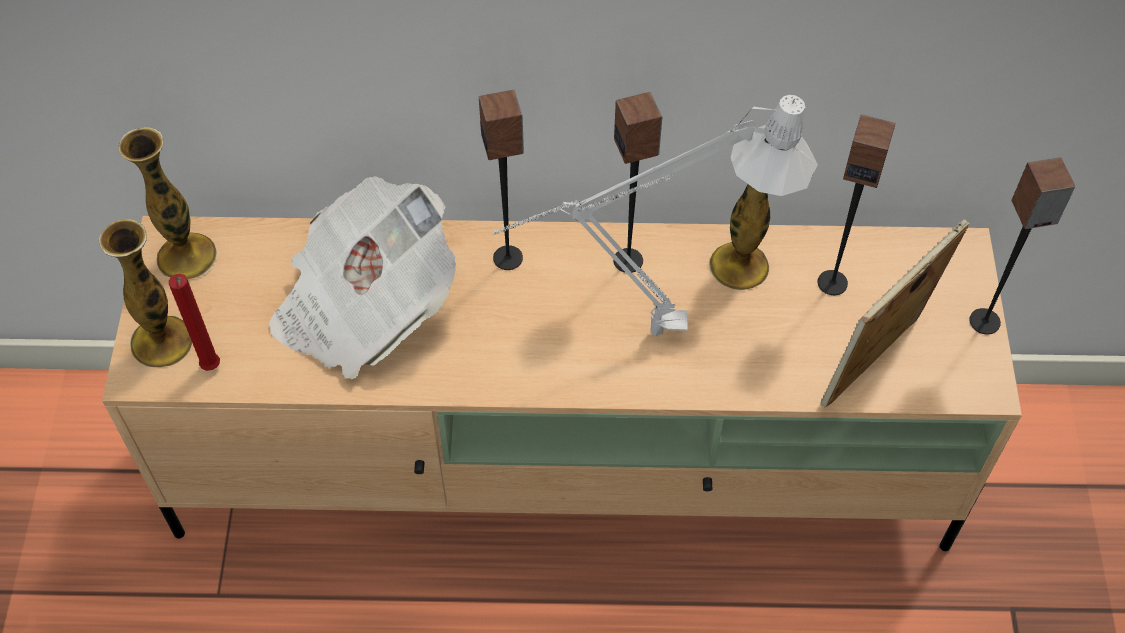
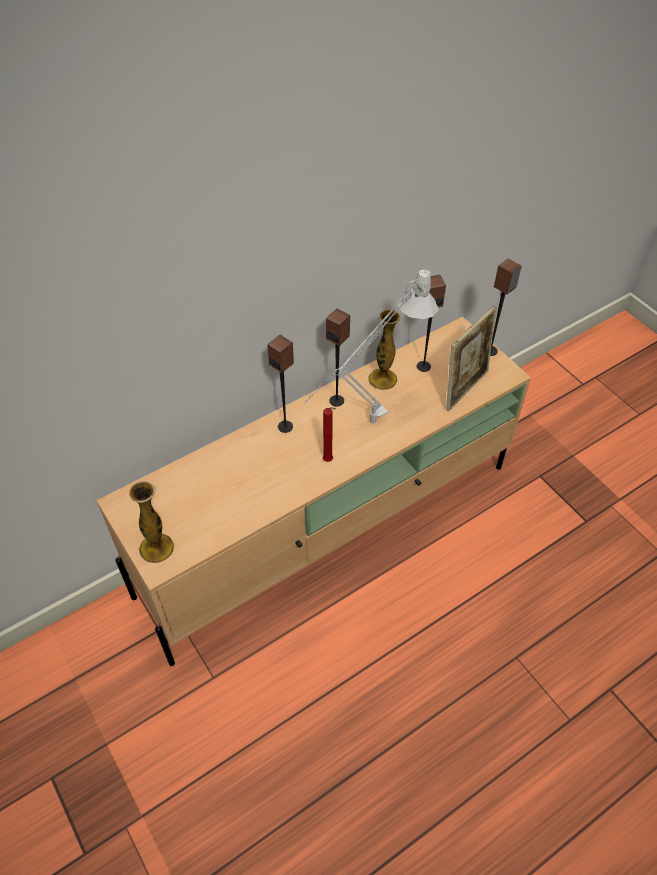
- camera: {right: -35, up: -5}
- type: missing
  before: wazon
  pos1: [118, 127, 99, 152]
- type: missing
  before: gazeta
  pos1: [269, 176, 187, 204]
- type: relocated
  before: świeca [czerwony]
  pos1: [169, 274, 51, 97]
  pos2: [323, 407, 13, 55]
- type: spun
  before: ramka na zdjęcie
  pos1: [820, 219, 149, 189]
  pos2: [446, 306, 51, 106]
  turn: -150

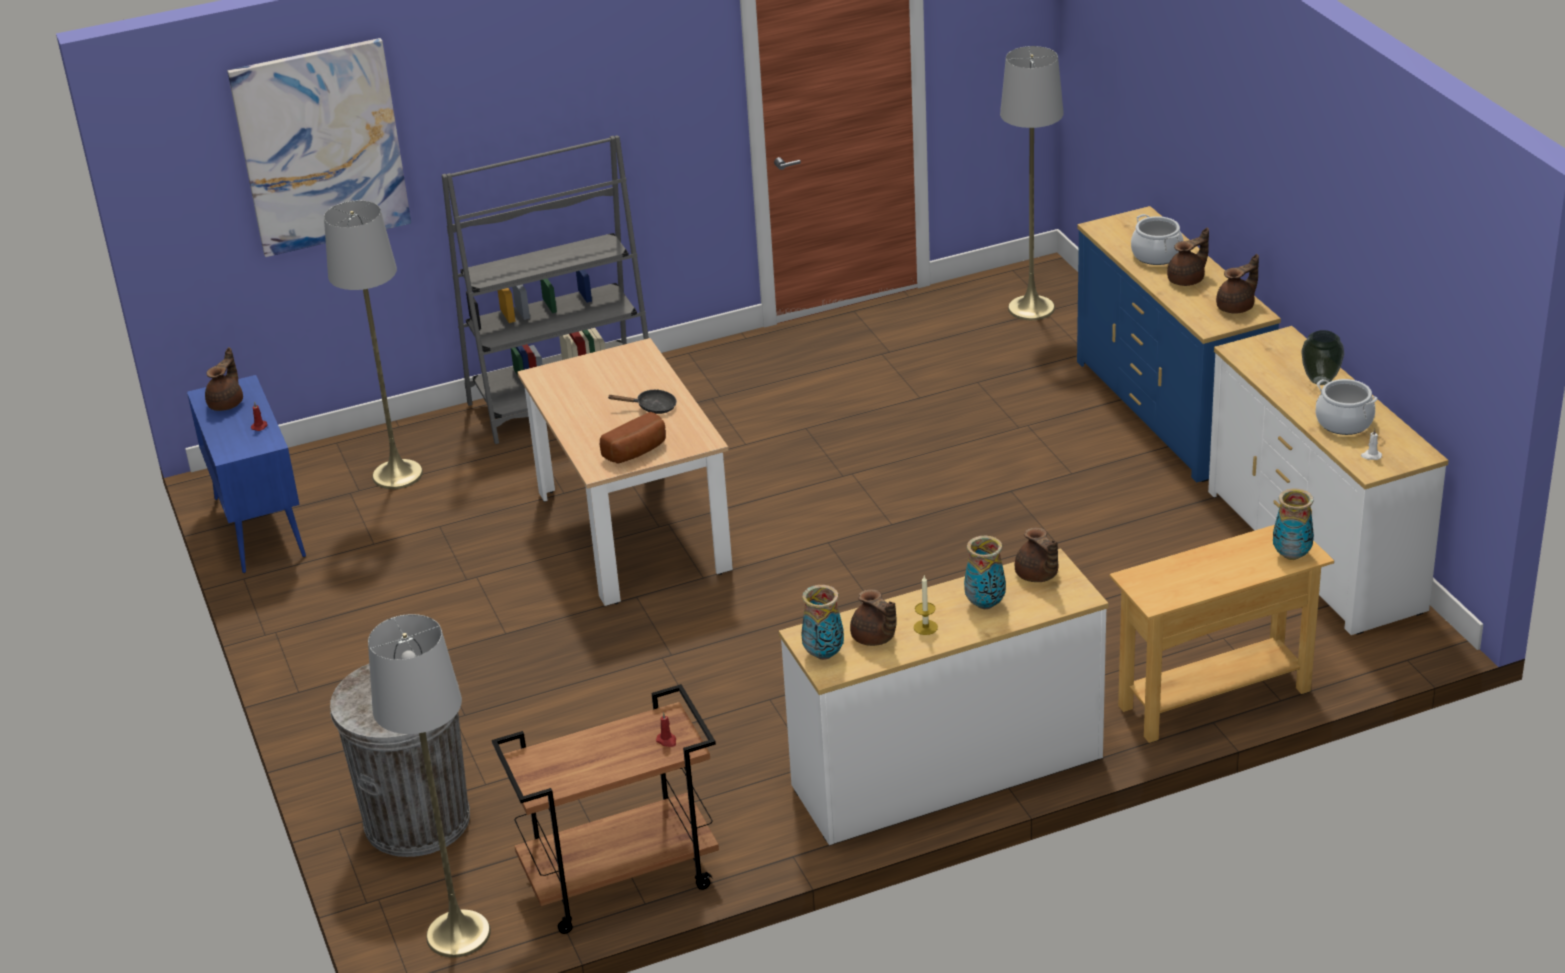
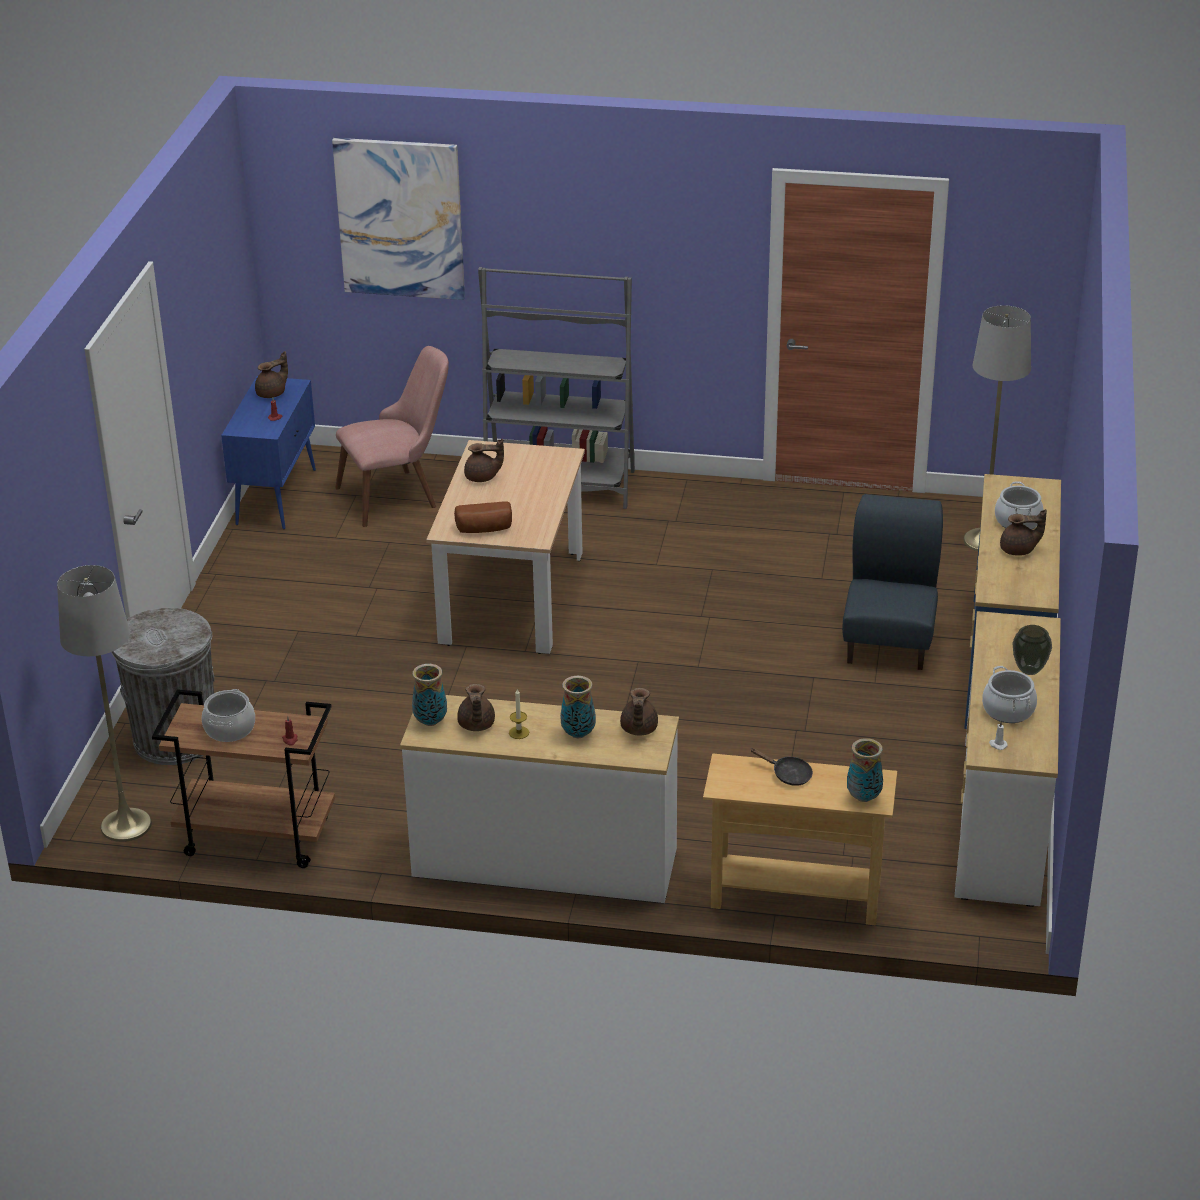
- camera: {right: 30, up: 0}
- type: appeared
  after: garnek
  pos2: [202, 689, 53, 53]
- type: appeared
  after: krzesło [niebieski]
  pos2: [842, 494, 101, 176]
- type: relocated
  before: patelnia [czarny]
  pos1: [607, 389, 70, 25]
  pos2: [750, 748, 63, 38]
- type: relocated
  before: imbryk [brązowy]
  pos1: [1216, 254, 43, 60]
  pos2: [464, 439, 40, 43]
- type: exchanged
  before: lampa stojąca [szary]
  after: krzesło [różowy]
  pos1: [324, 200, 99, 289]
  pos2: [335, 346, 114, 181]

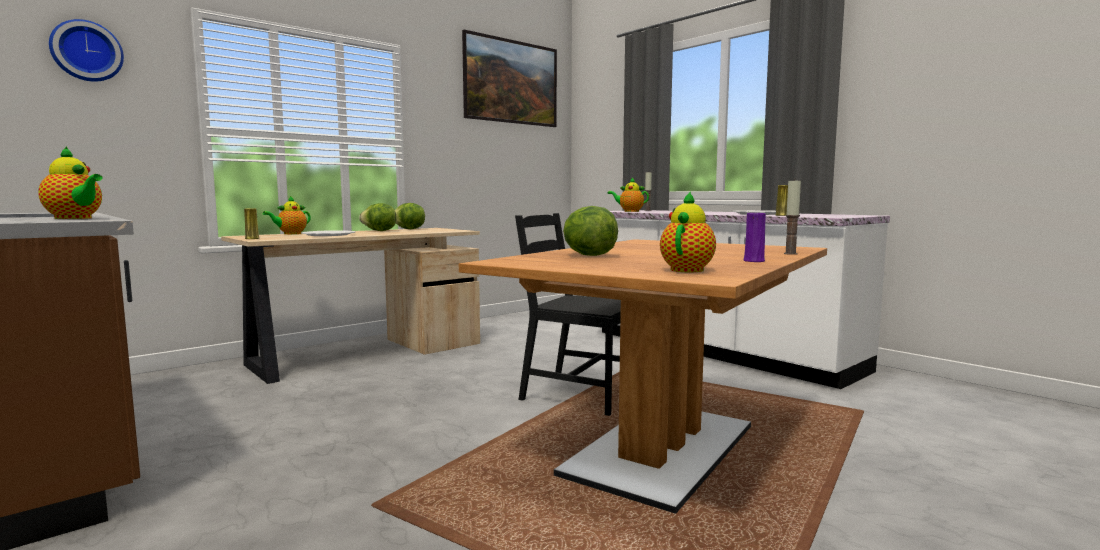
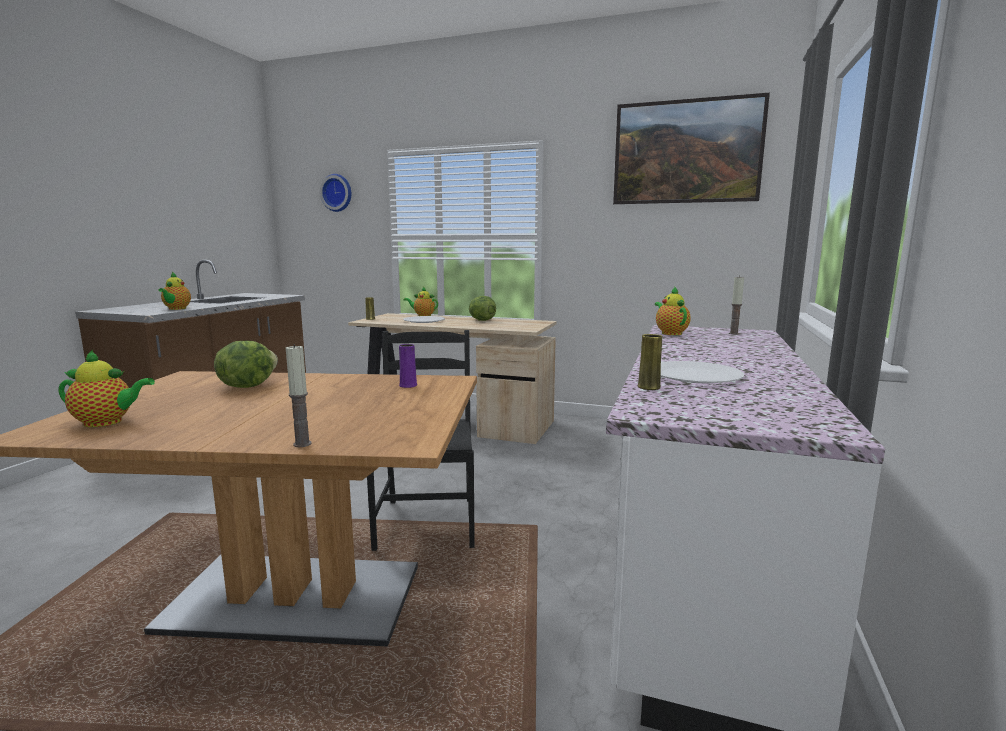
- camera: {right: 60, up: 5}
- type: missing
  before: sałata
  pos1: [395, 203, 30, 26]
- type: relocated
  before: wazon [fioletowy]
  pos1: [743, 213, 23, 49]
  pos2: [399, 344, 18, 44]

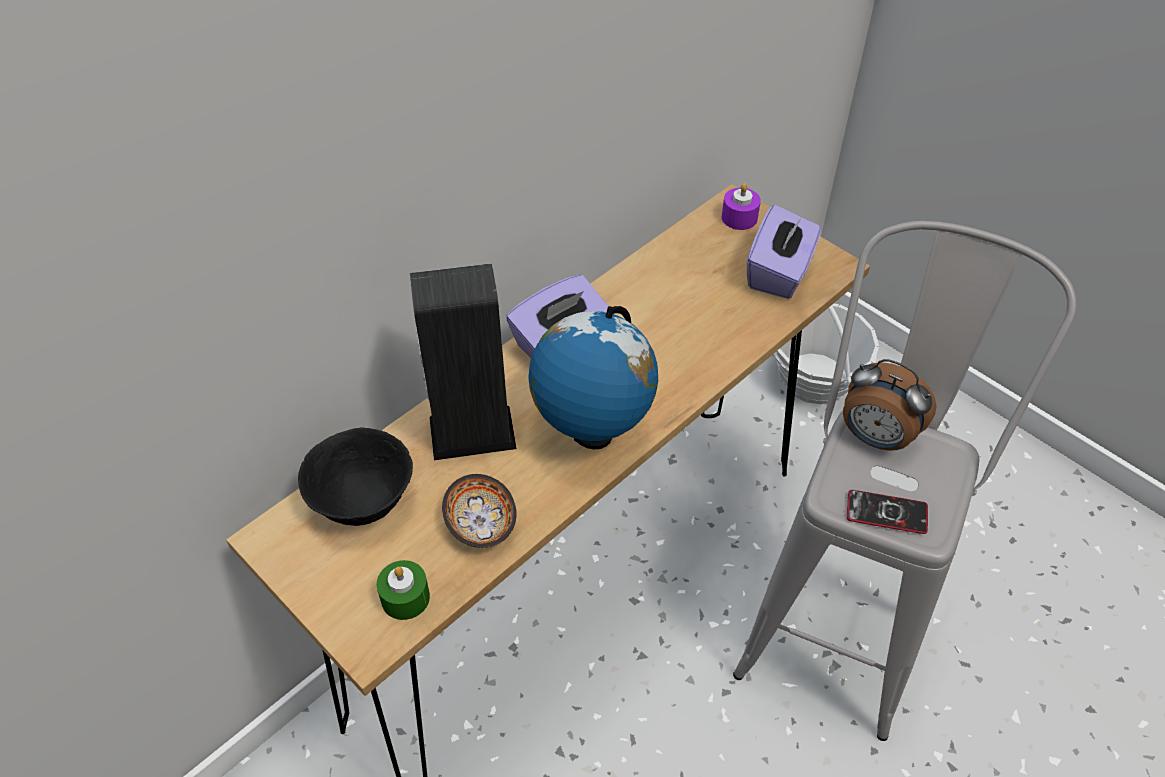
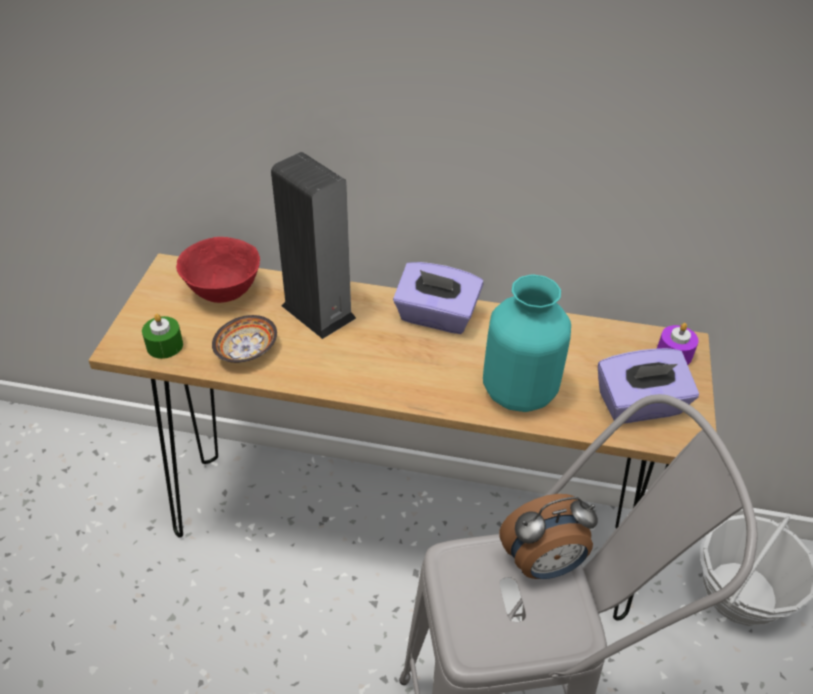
- camera: {right: 55, up: -5}
- type: missing
  before: globus
  pos1: [528, 306, 130, 143]
- type: missing
  before: telefon
  pos1: [847, 490, 81, 44]
- type: appeared
  after: wazon [turkusowy]
  pos2: [483, 275, 88, 137]
- type: colour
  before: miska [czarny]
  after: miska [czerwony]
  pos1: [298, 428, 115, 98]
  pos2: [176, 237, 84, 66]
- type: spun
  before: budzik
  pos1: [843, 359, 93, 91]
  pos2: [499, 494, 99, 85]
  turn: -105

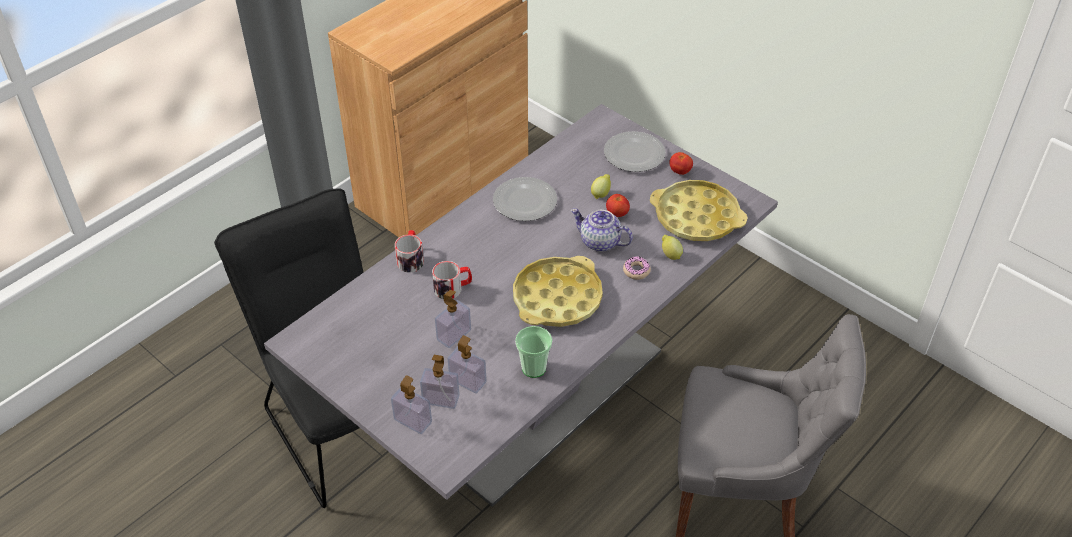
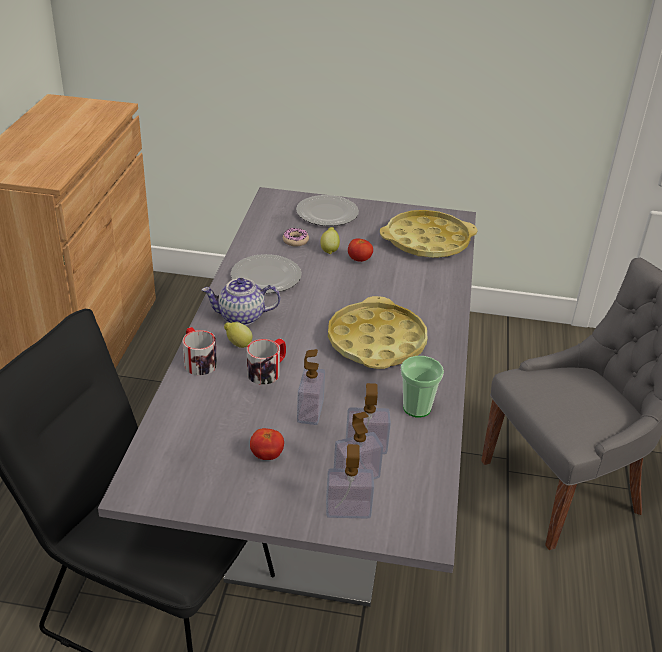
- camera: {right: -35, up: -10}
- type: relocated
  before: imbryk
  pos1: [571, 208, 62, 44]
  pos2: [202, 278, 78, 48]
- type: relocated
  before: donut
  pos1: [623, 256, 28, 24]
  pos2: [283, 228, 26, 18]
- type: relocated
  before: cytryna
  pos1: [662, 235, 21, 25]
  pos2: [224, 322, 28, 26]
- type: relocated
  before: pomidor
  pos1: [669, 152, 24, 23]
  pos2: [250, 428, 34, 32]

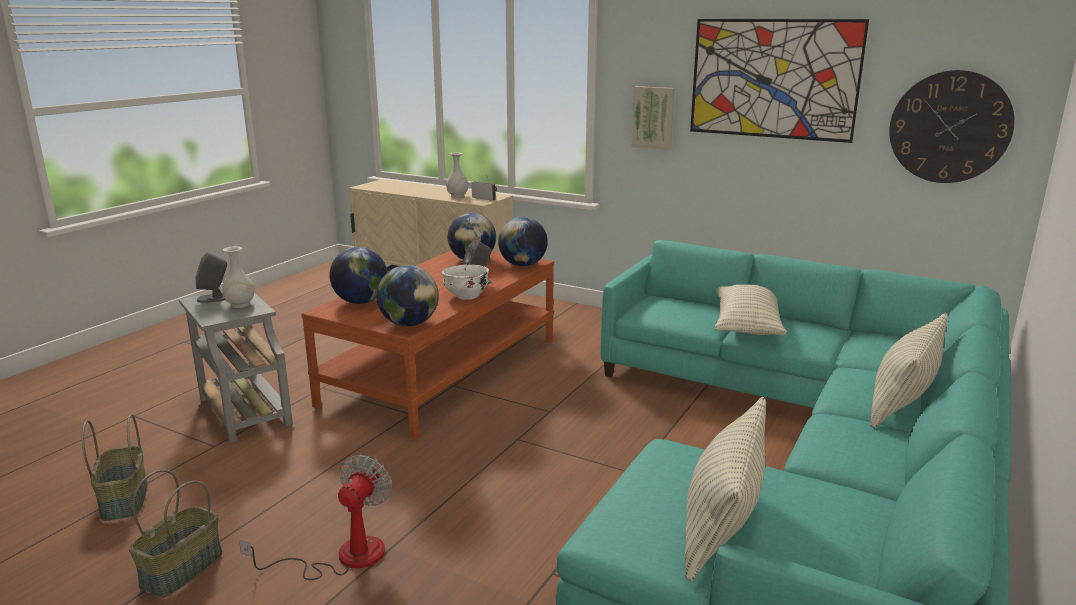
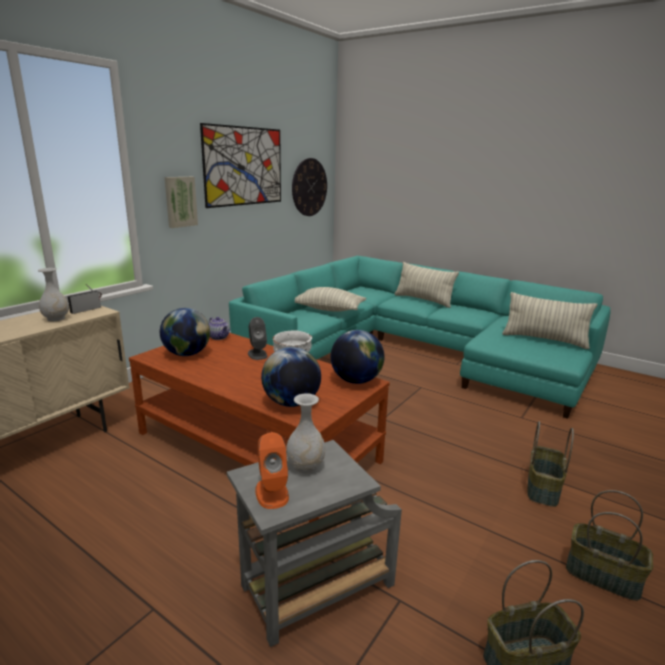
- camera: {right: -85, up: 0}
- type: exchanged
  before: wentylator
  after: koszyk
  pos1: [239, 455, 153, 125]
  pos2: [527, 421, 47, 86]
- type: exchanged
  before: globus
  after: imbryk
  pos1: [498, 217, 50, 50]
  pos2: [209, 317, 21, 23]
- type: colour
  before: głośnik [szary]
  after: głośnik [pomarańczowy]
  pos1: [196, 252, 31, 51]
  pos2: [255, 432, 34, 77]

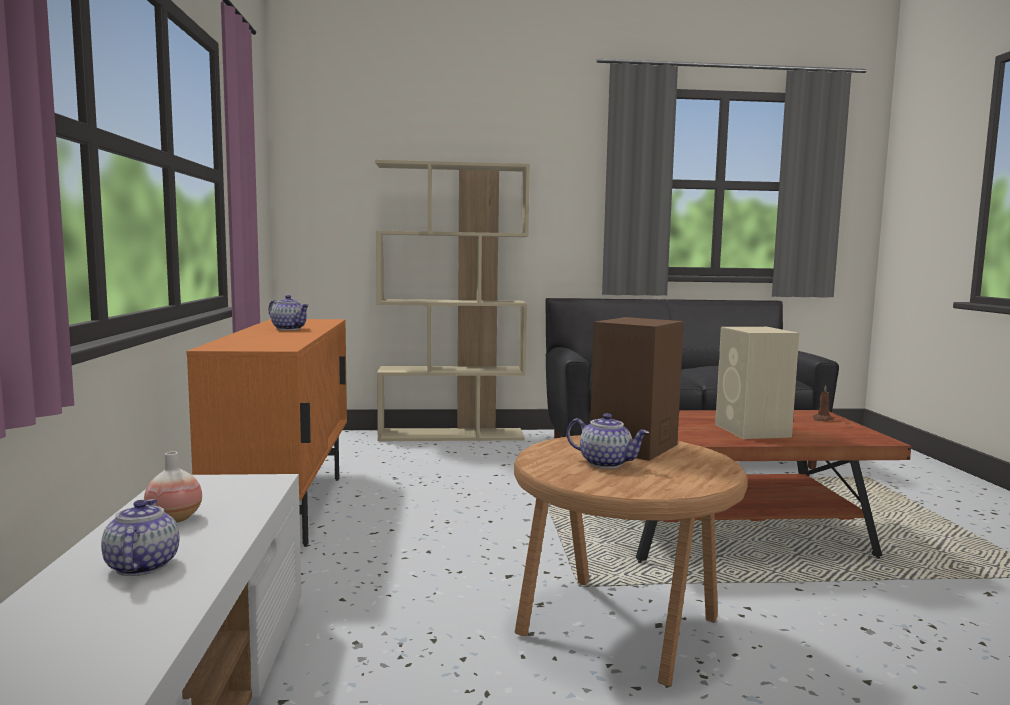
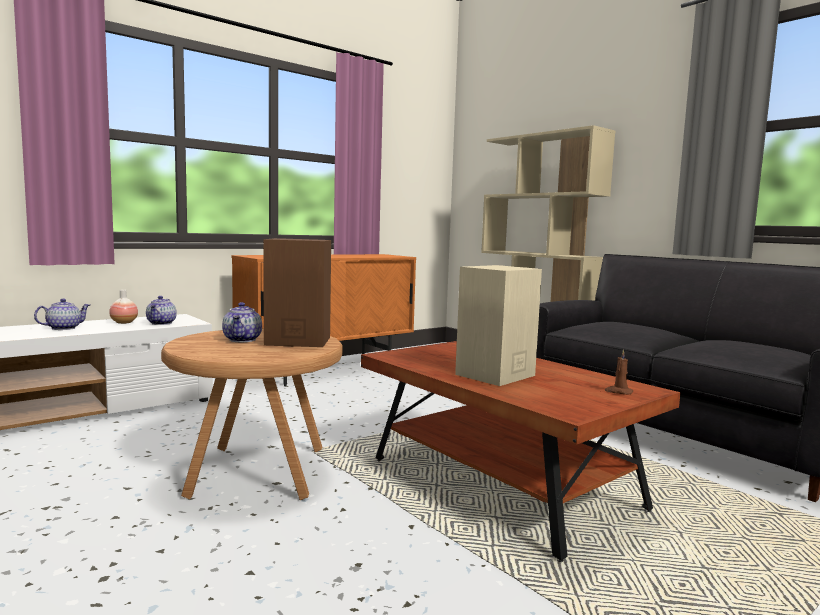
- camera: {right: 55, up: 0}
- type: relocated
  before: imbryk
  pos1: [268, 295, 41, 35]
  pos2: [146, 296, 31, 29]

